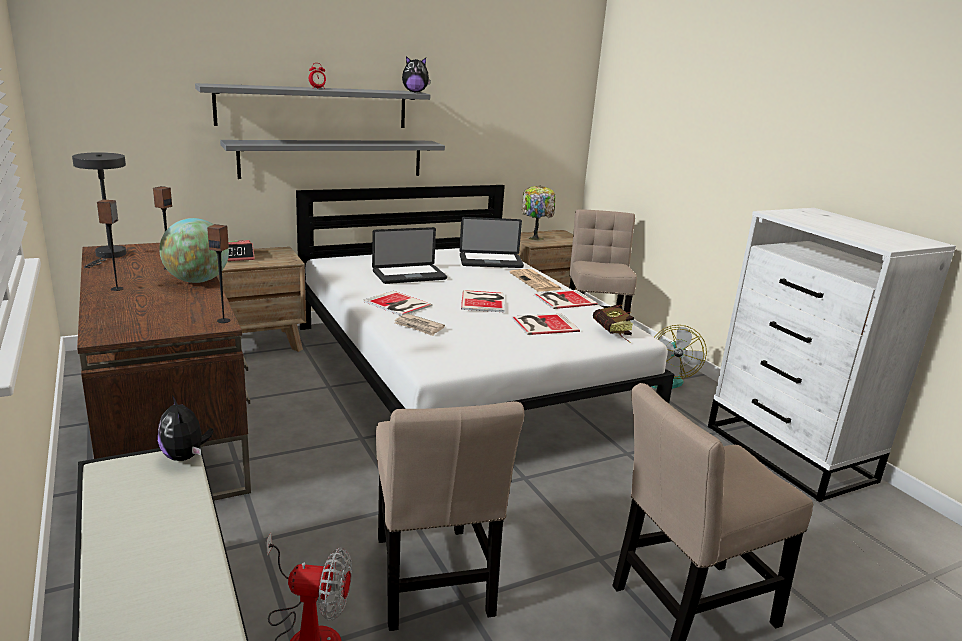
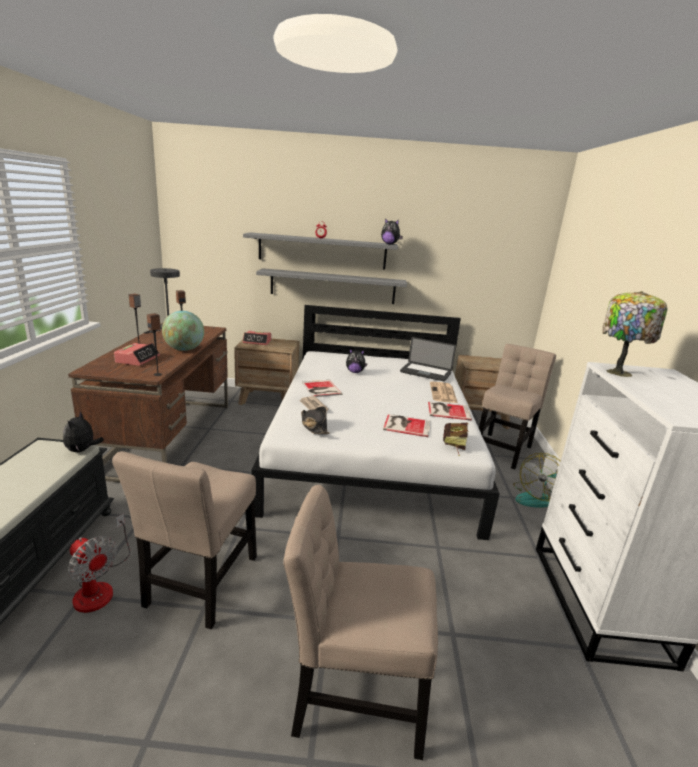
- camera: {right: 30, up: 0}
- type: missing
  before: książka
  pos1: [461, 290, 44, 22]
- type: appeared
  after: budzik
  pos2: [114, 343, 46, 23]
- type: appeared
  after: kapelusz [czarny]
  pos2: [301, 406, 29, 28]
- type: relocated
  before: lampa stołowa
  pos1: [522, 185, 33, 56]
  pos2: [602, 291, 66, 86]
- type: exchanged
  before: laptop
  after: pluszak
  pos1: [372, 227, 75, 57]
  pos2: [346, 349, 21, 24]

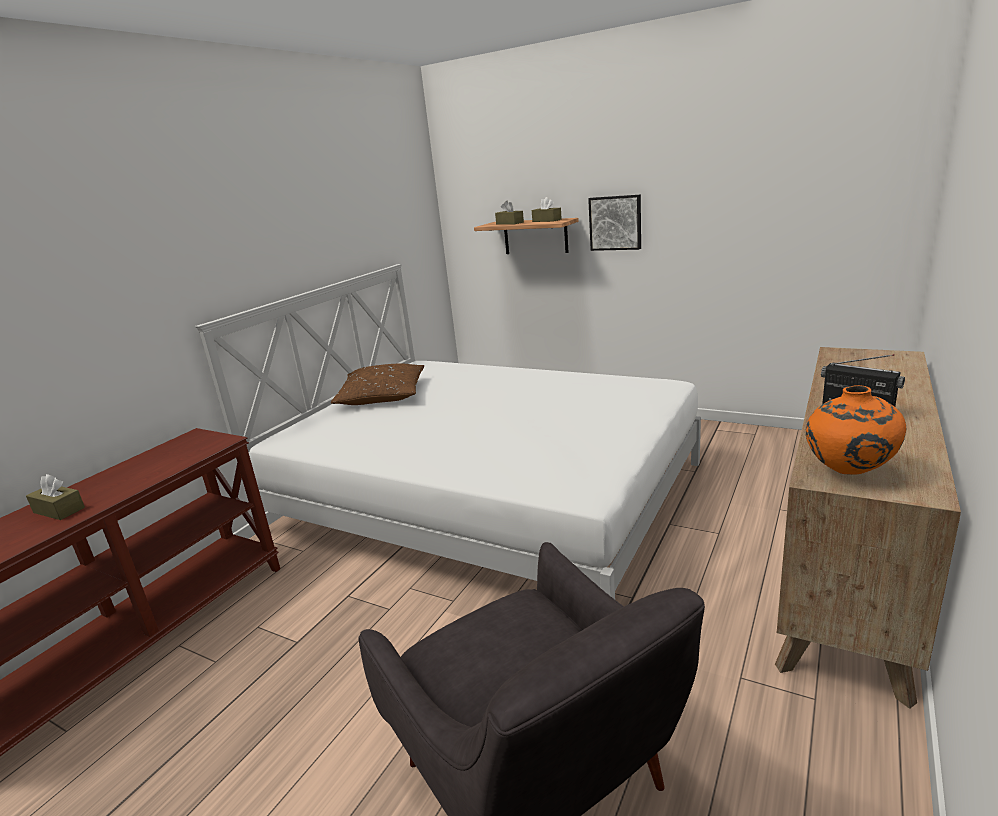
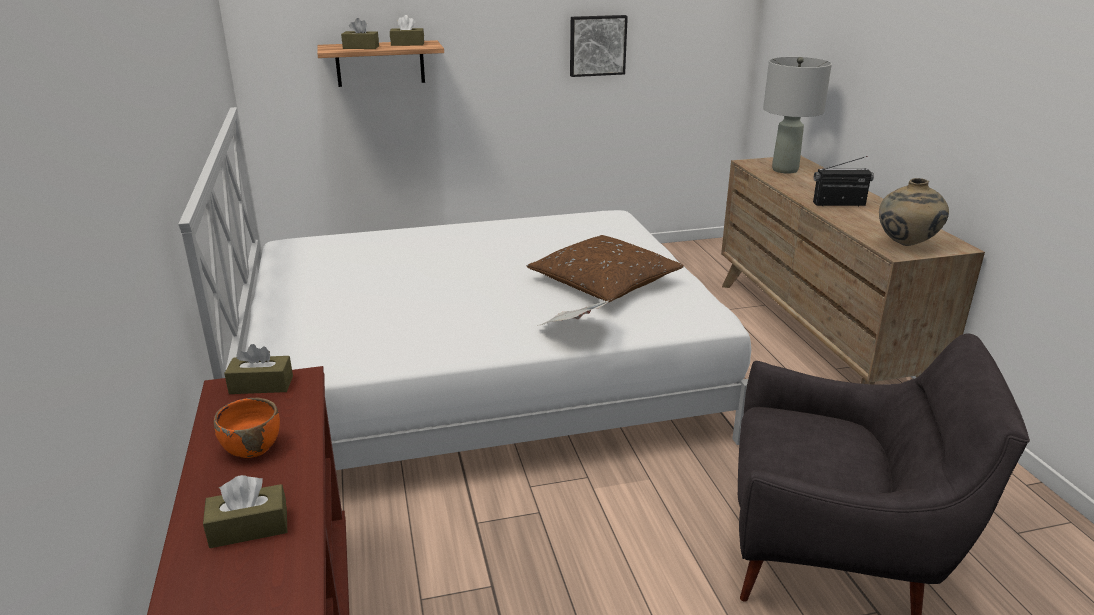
- camera: {right: -45, up: 5}
- type: appeared
  after: miska [pomarańczowy]
  pos2: [214, 398, 66, 60]
- type: appeared
  after: pudełko chusteczek [brązowy]
  pos2: [224, 344, 69, 50]
- type: appeared
  after: gazeta
  pos2: [537, 299, 75, 27]
- type: appeared
  after: lampa stołowa [szary]
  pos2: [763, 57, 69, 117]
- type: relocated
  before: poduszka [brązowy]
  pos1: [331, 363, 93, 42]
  pos2: [527, 235, 157, 67]
- type: relocated
  before: obraz
  pos1: [588, 195, 53, 56]
  pos2: [570, 15, 58, 62]
- type: colour
  before: wazon [pomarańczowy]
  after: wazon [beżowy]
  pos1: [806, 385, 100, 90]
  pos2: [879, 178, 70, 68]

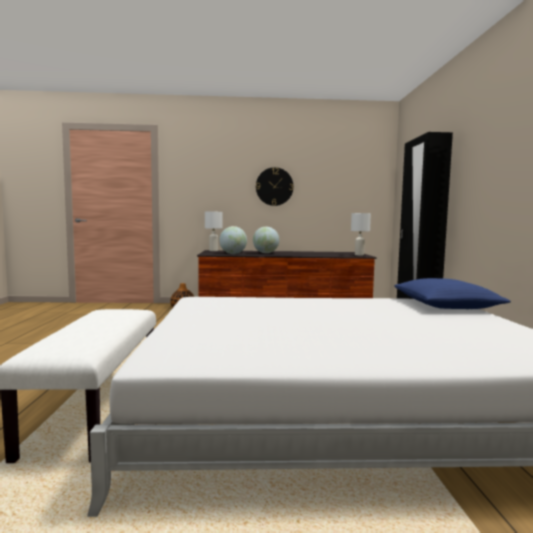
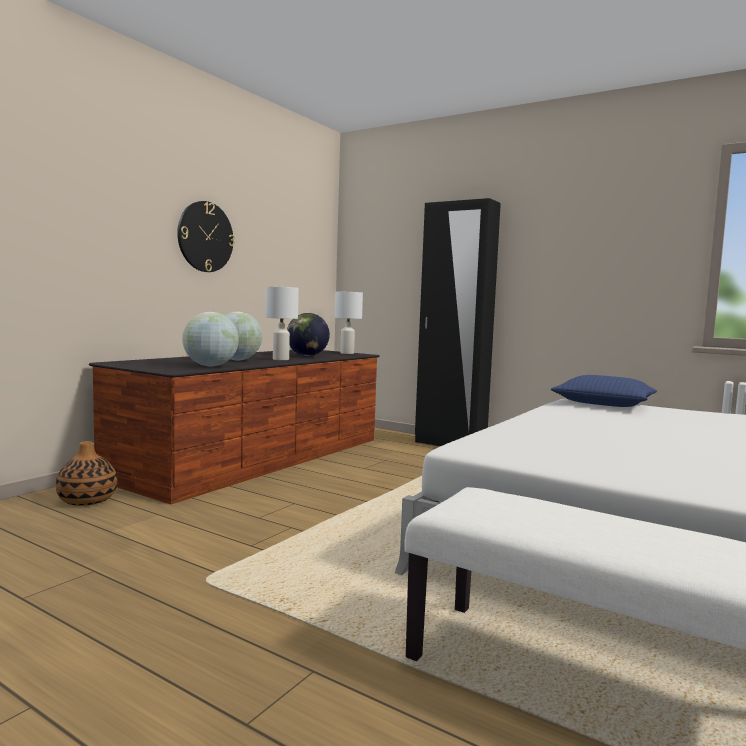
- camera: {right: -55, up: 0}
- type: appeared
  after: globus
  pos2: [287, 313, 43, 43]
- type: relocated
  before: lampa stołowa [biały]
  pos1: [205, 211, 18, 40]
  pos2: [265, 286, 34, 74]

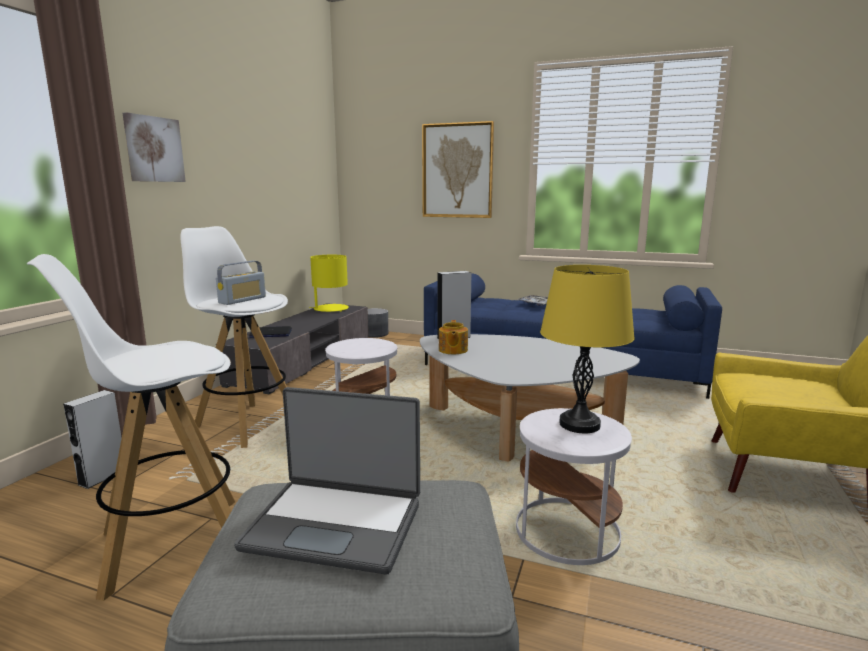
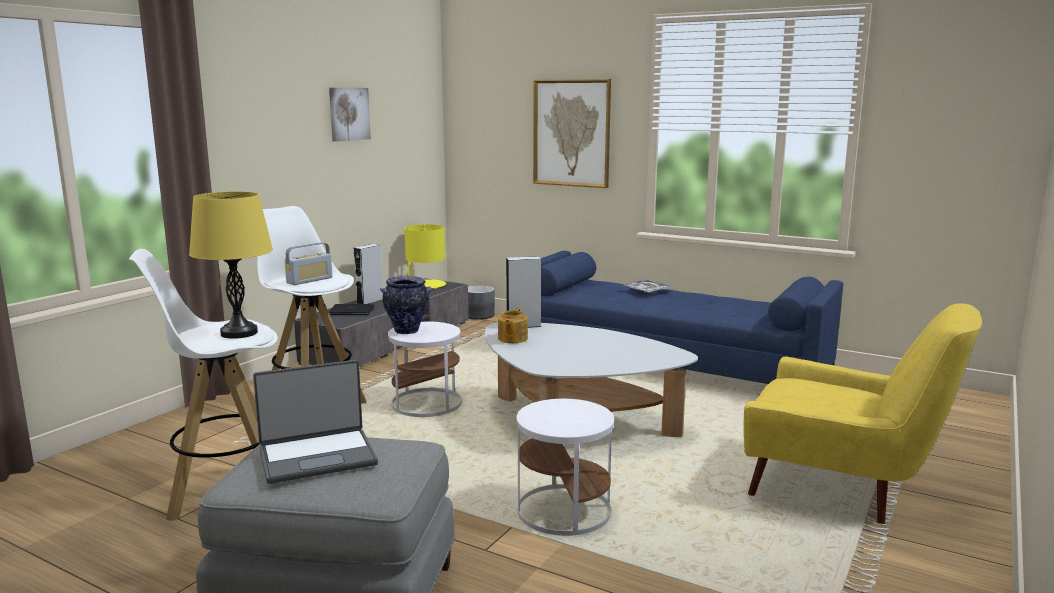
- camera: {right: 10, up: 0}
- type: appeared
  after: wazon
  pos2: [380, 276, 52, 58]
- type: relocated
  before: głośnik [szary]
  pos1: [63, 390, 59, 99]
  pos2: [354, 244, 29, 60]
- type: relocated
  before: obraz
  pos1: [122, 112, 64, 70]
  pos2: [329, 88, 42, 54]
- type: relocated
  before: lampa stołowa [żółty]
  pos1: [540, 265, 95, 168]
  pos2: [189, 192, 84, 147]
- type: spun
  before: laptop
  pos1: [234, 387, 186, 187]
  pos2: [253, 360, 125, 124]
  turn: -45

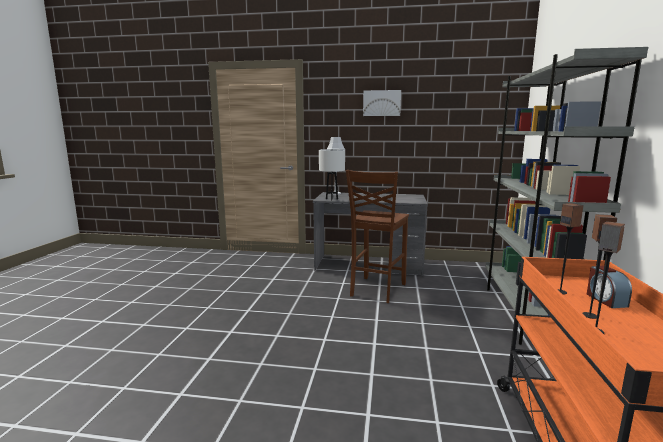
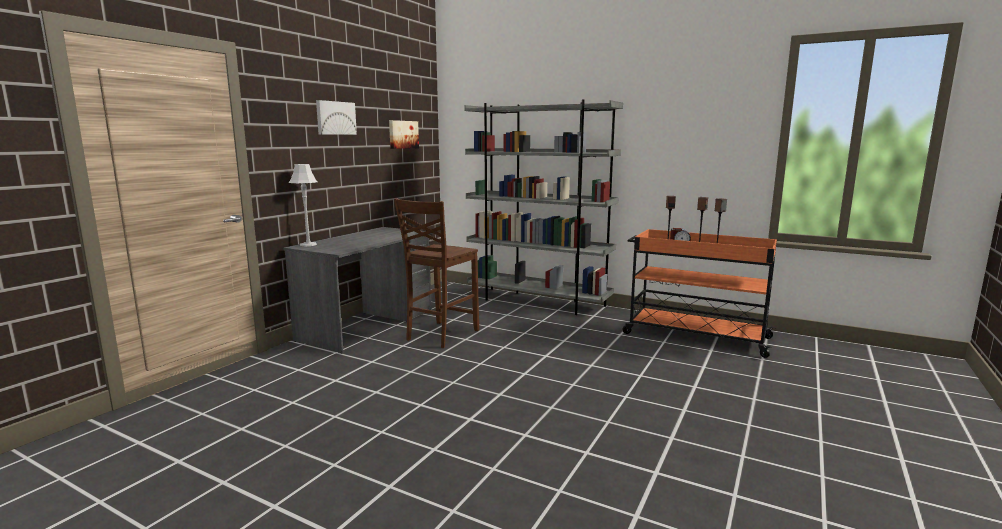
- camera: {right: -70, up: 0}
- type: missing
  before: lampa stołowa [biały]
  pos1: [319, 149, 26, 51]
- type: appeared
  after: obraz
  pos2: [389, 120, 30, 29]
- type: spun
  before: krzesło [brązowy]
  pos1: [346, 170, 63, 133]
  pos2: [394, 198, 85, 150]
  turn: 75

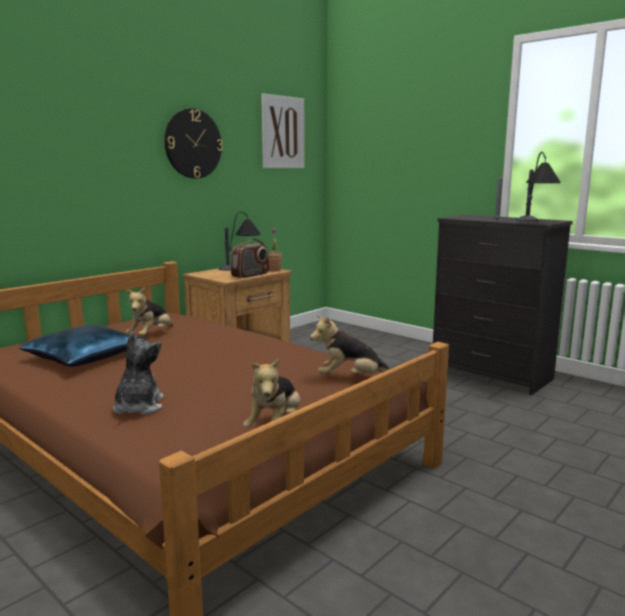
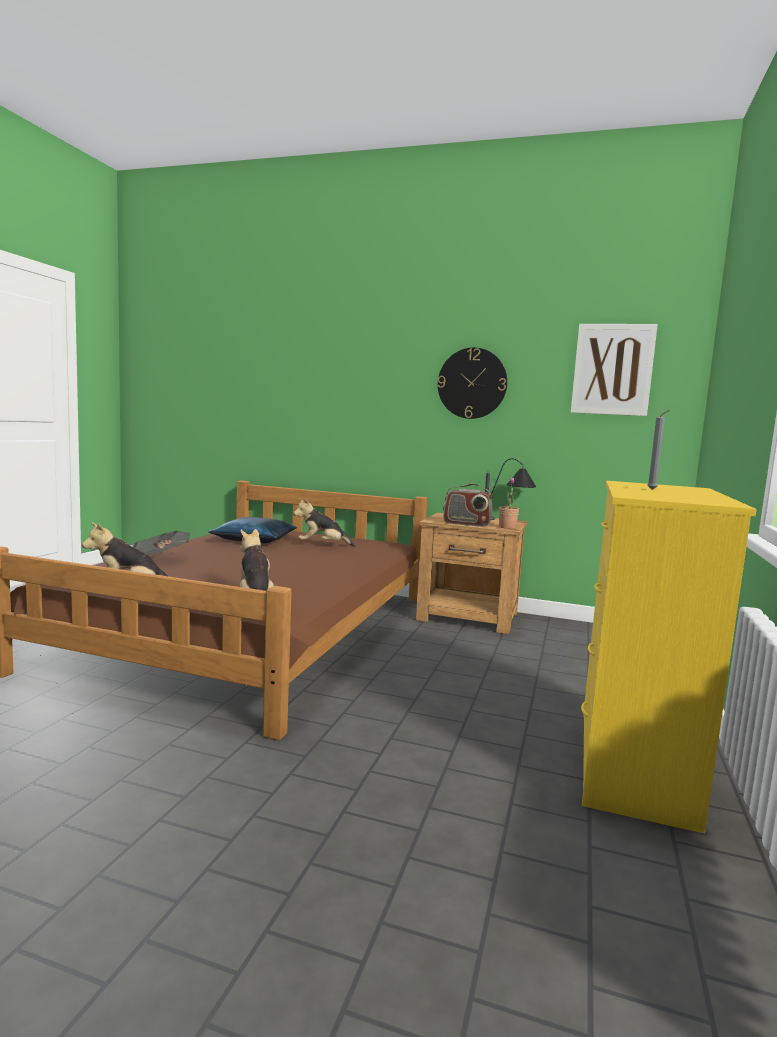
- camera: {right: 65, up: -5}
- type: missing
  before: lampa stołowa
  pos1: [516, 152, 45, 69]
- type: exchanged
  before: pluszak
  after: gazeta
  pos1: [113, 331, 51, 84]
  pos2: [132, 531, 58, 24]
- type: colour
  before: komoda [czarny]
  after: komoda [żółty]
  pos1: [433, 215, 140, 180]
  pos2: [581, 481, 176, 353]

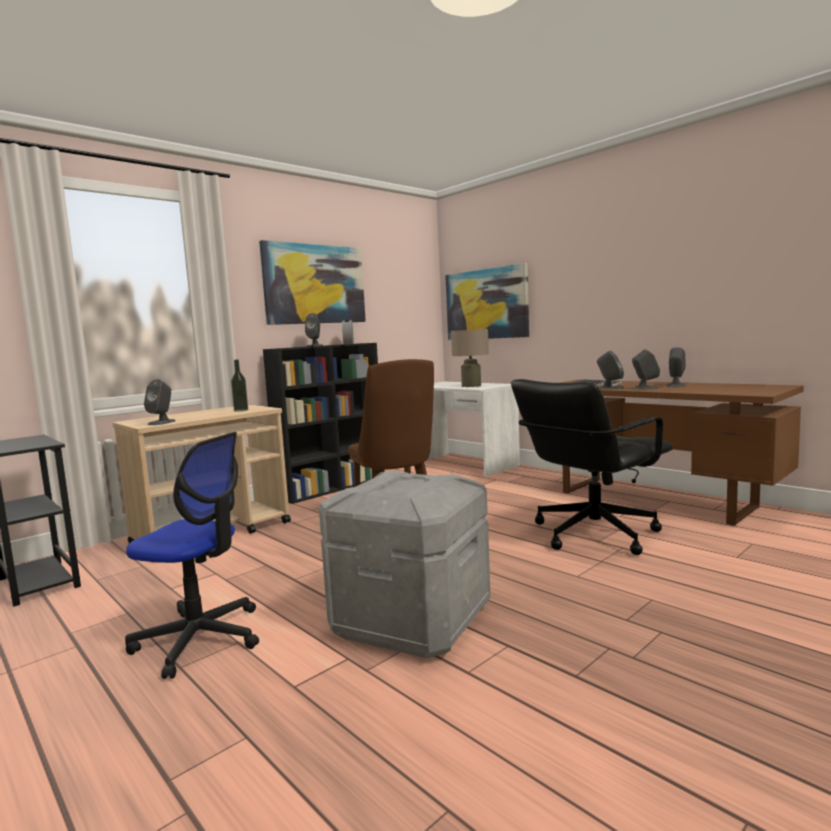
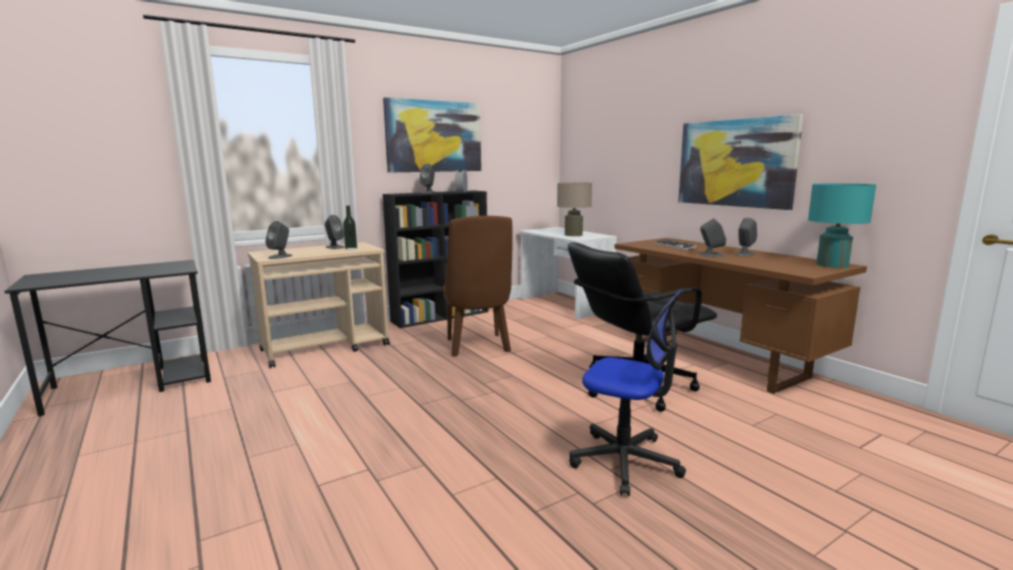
- camera: {right: 10, up: 5}
- type: missing
  before: pojemnik do przechowywania [szary]
  pos1: [319, 470, 172, 188]
- type: appeared
  after: lampa stołowa [turkusowy]
  pos2: [808, 183, 68, 85]
- type: relocated
  before: krzesło biurowe
  pos1: [125, 432, 134, 247]
  pos2: [569, 289, 117, 207]
- type: relocated
  before: obraz
  pos1: [445, 263, 84, 77]
  pos2: [678, 114, 125, 96]
- type: relocated
  before: głośnik [szary]
  pos1: [597, 351, 27, 38]
  pos2: [325, 215, 20, 34]

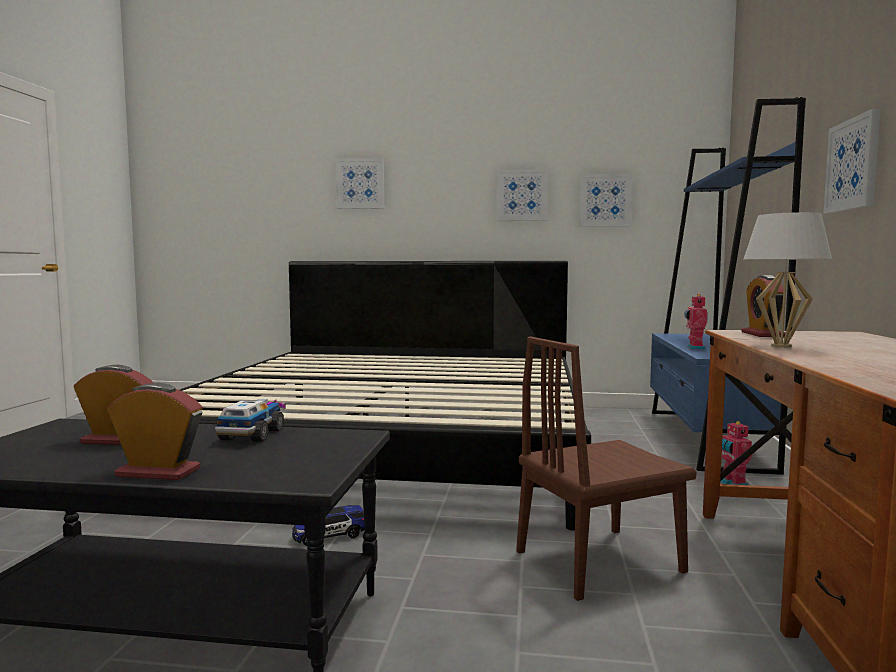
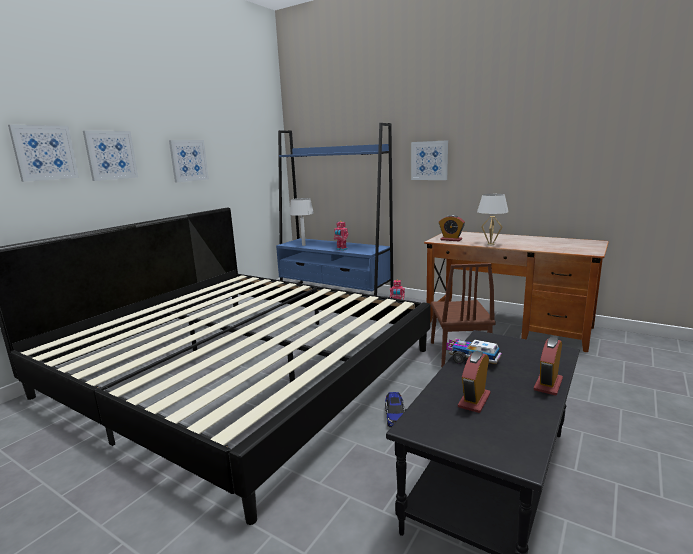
- camera: {right: -65, up: 10}
- type: appeared
  after: lampa stołowa [szary]
  pos2: [289, 198, 25, 48]
- type: relocated
  before: obraz
  pos1: [579, 173, 54, 54]
  pos2: [83, 131, 55, 50]

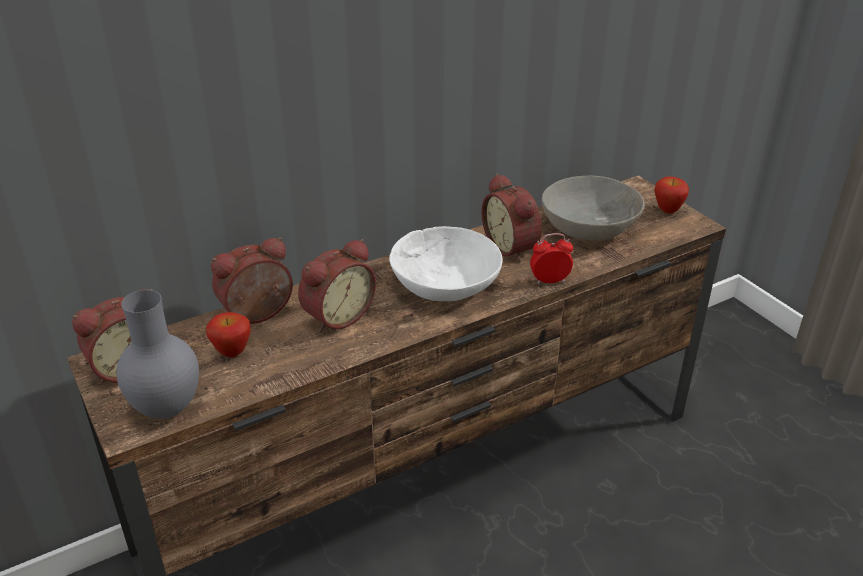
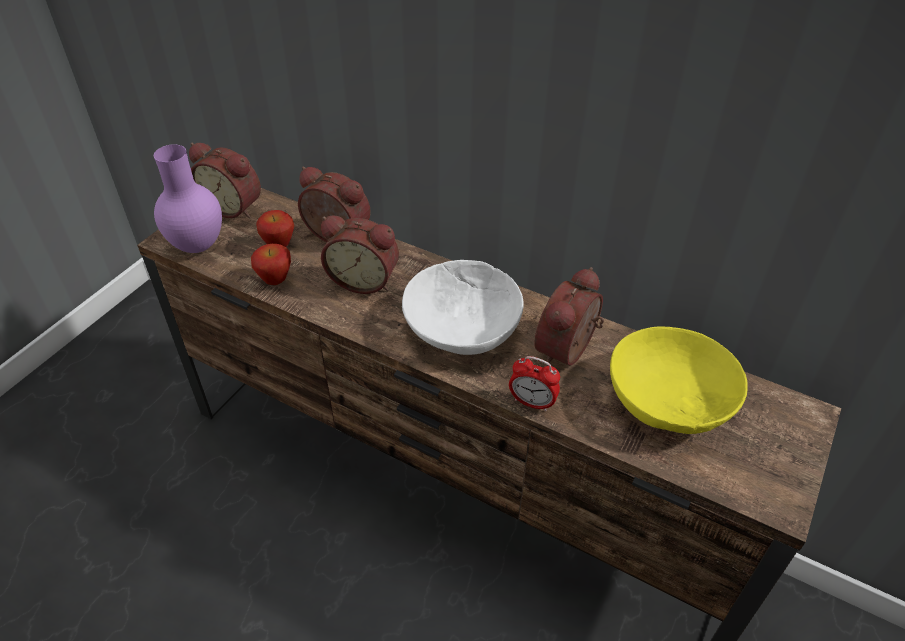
- camera: {right: 60, up: 10}
- type: relocated
  before: jabłko
  pos1: [654, 176, 35, 38]
  pos2: [251, 244, 40, 41]
- type: colour
  before: wazon [szary]
  after: wazon [fioletowy]
  pos1: [116, 290, 83, 129]
  pos2: [154, 144, 68, 109]
- type: colour
  before: miska [szary]
  after: miska [żółty]
  pos1: [542, 176, 103, 64]
  pos2: [610, 326, 138, 108]
- type: spun
  before: budzik
  pos1: [530, 233, 43, 51]
  pos2: [509, 356, 51, 55]
  turn: 150

